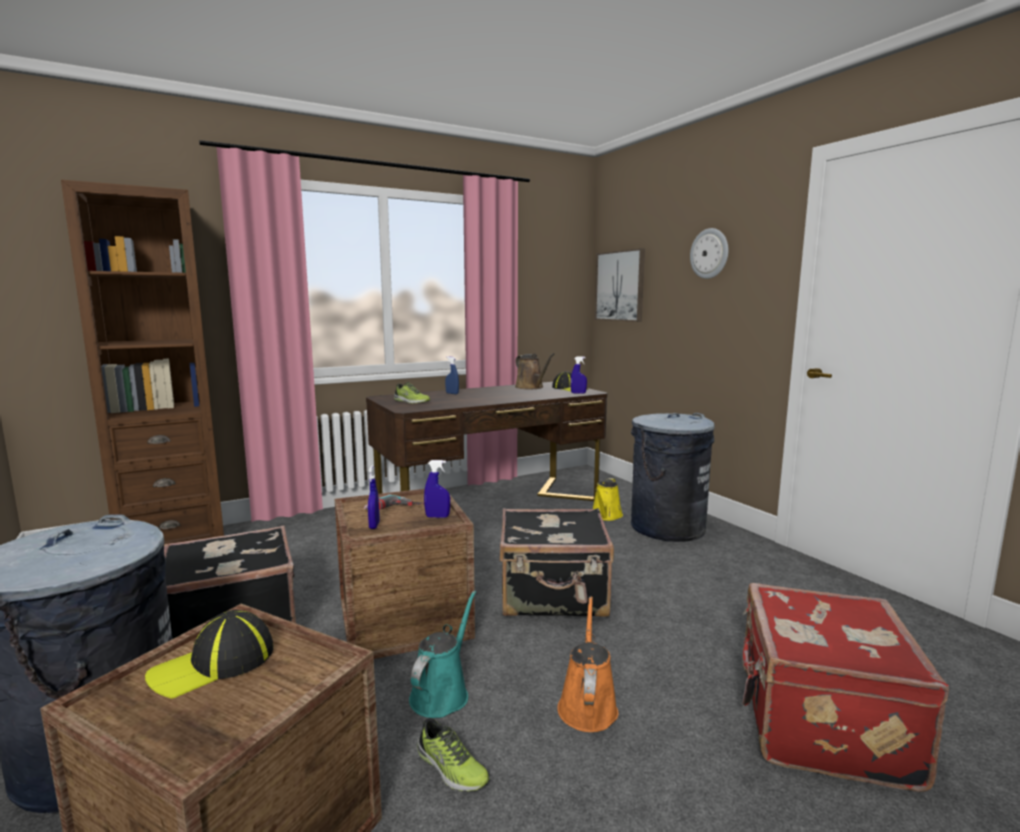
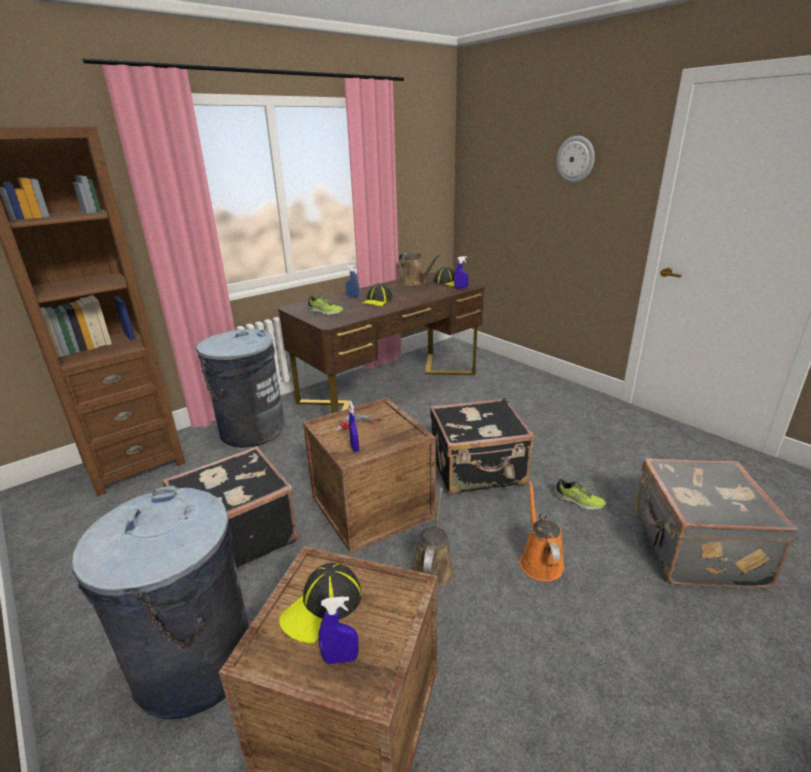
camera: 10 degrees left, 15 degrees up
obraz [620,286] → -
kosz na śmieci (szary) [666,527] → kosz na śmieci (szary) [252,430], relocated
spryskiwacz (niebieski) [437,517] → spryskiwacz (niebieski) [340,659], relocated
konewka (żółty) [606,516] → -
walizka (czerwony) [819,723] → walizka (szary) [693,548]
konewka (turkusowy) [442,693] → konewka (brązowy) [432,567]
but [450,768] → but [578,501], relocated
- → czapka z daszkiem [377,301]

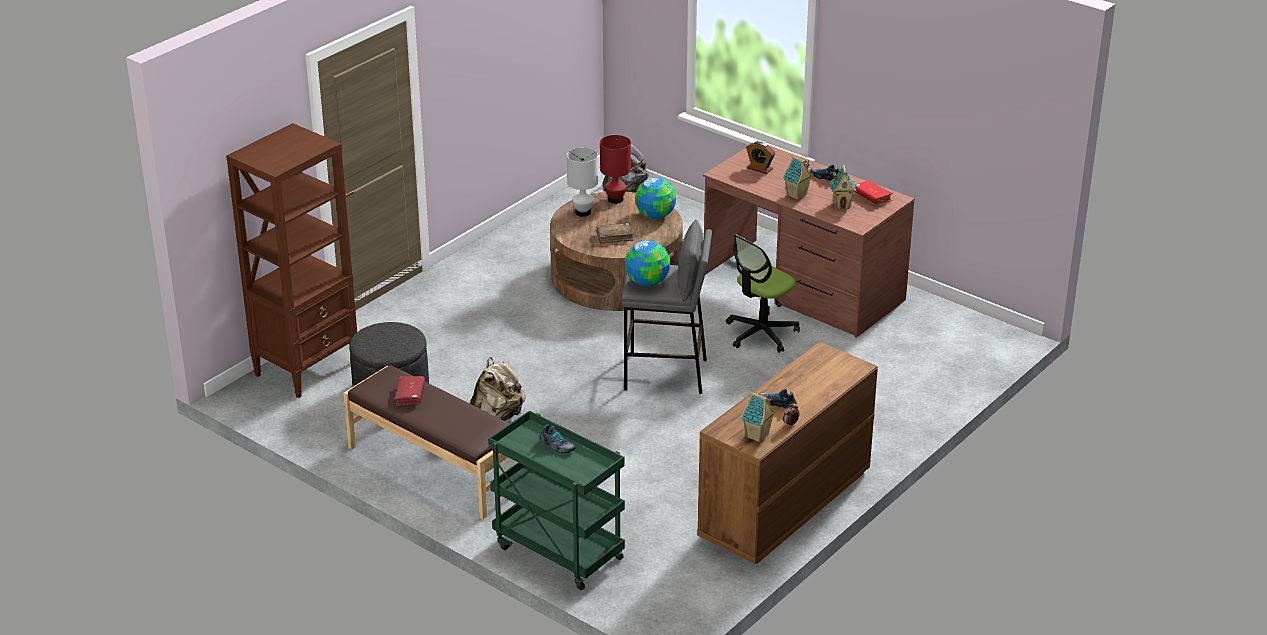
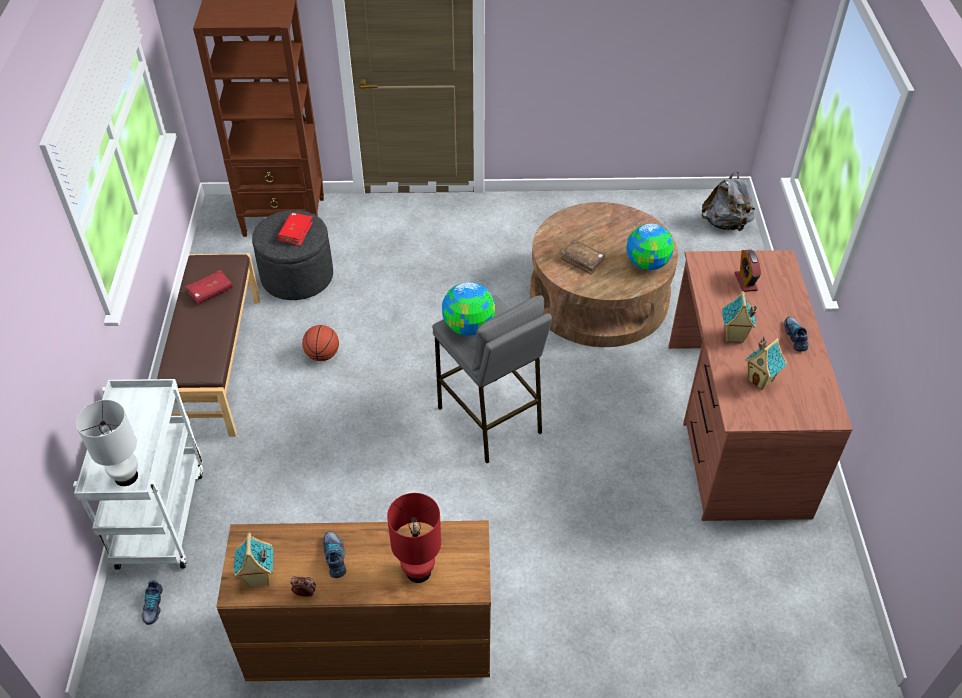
camera: 50 degrees right, 15 degrees up
lampa stołowa (czerwony) [615,200] → lampa stołowa (czerwony) [418,572], relocated
lampa stołowa (biały) [583,212] → lampa stołowa (biały) [127,476], relocated
książka (czerwony) [872,197] → książka (czerwony) [296,232], relocated
krzesło biurowe [761,333] → -
plecak (beżowy) [497,416] → piłka do koszykówki [322,355]
wózek (zielony) [557,552] → wózek (biały) [160,516]
but [557,446] → but [152,606], relocated

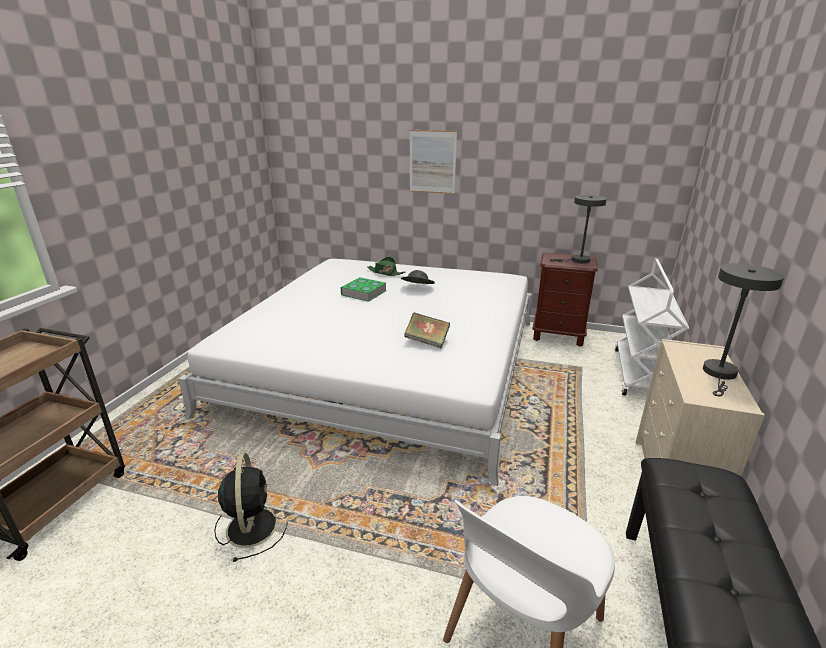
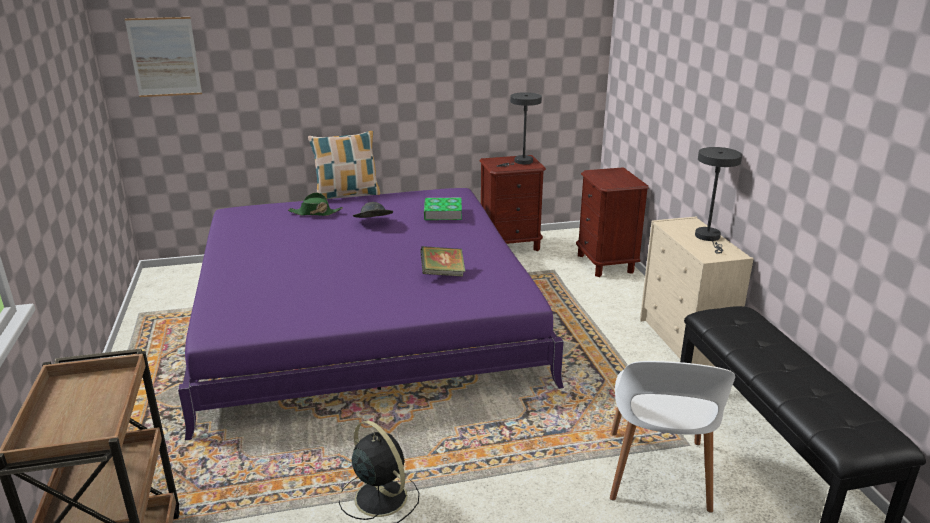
camera: 30 degrees left, 0 degrees up
obraz [432,162] → obraz [164,57], relocated
łóżko (biały) [386,363] → łóżko (fioletowy) [363,317]
wózek (biały) [640,374] → szafka nocna (brązowy) [605,263]
książka [364,293] → książka [443,213], relocated
- → poduszka [347,195]

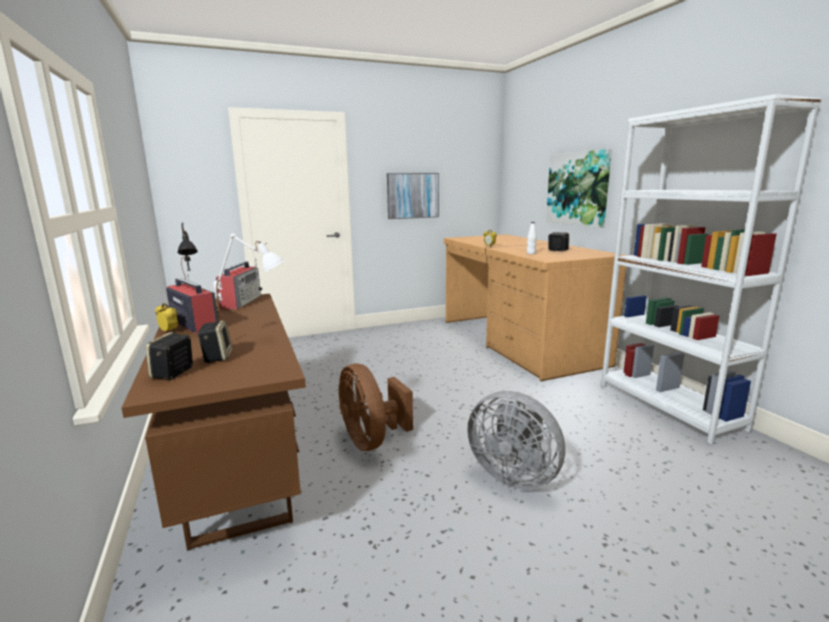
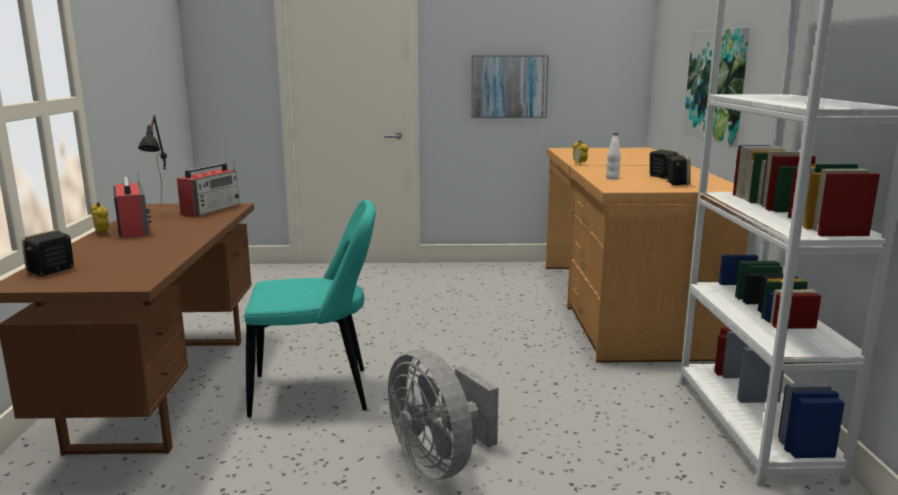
camera: 20 degrees right, 0 degrees up
lampa stołowa (biały) [256,338] → -
głośnik [217,357] → głośnik [676,183], relocated
wentylator (brązowy) [371,440] → krzesło (turkusowy) [317,392]

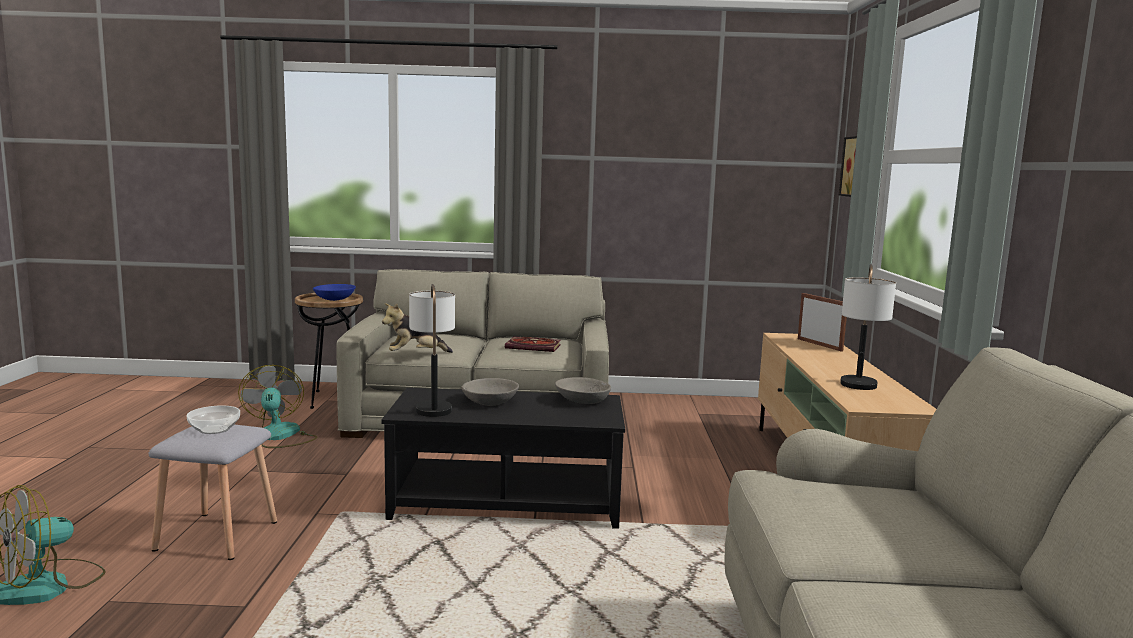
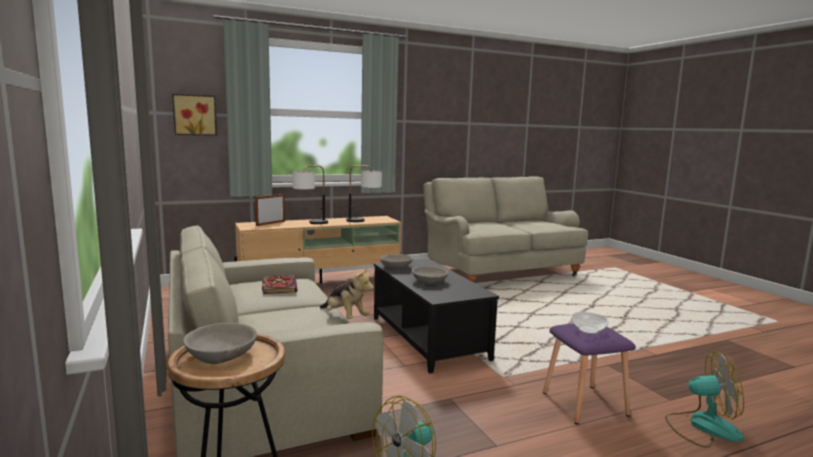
camera: 115 degrees left, 0 degrees up
miska (niebieski) [334,299] → miska (szary) [221,355]
lampa stołowa [433,404] → lampa stołowa [310,223], relocated
stołek (szary) [217,534] → stołek (fioletowy) [584,404]

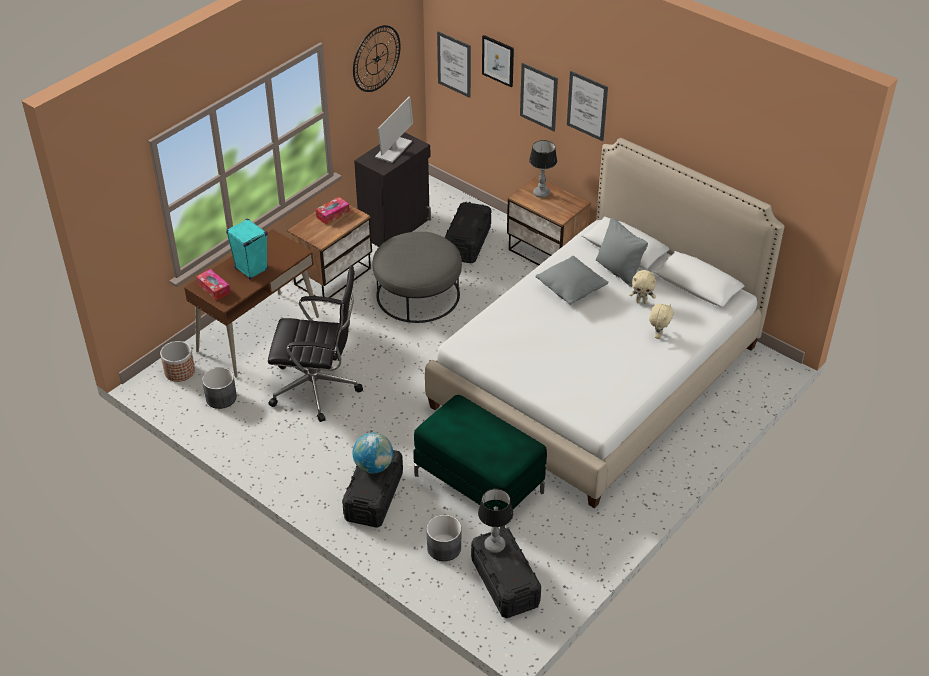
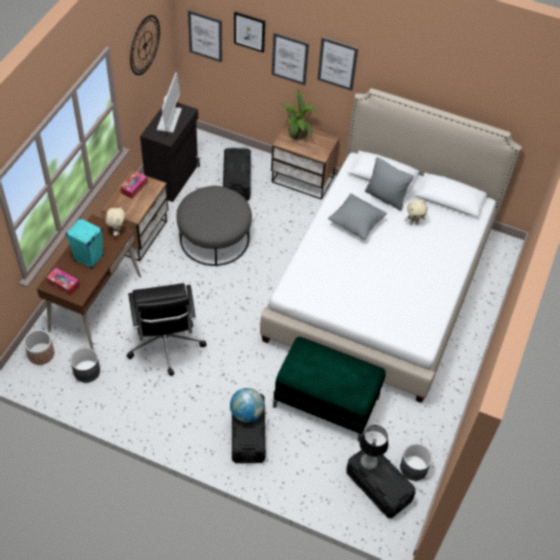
camera: 20 degrees left, 10 degrees up
lampa stołowa [541,193] → roślina doniczkowa [297,136]
krzesło biurowe (czarny) [318,388] → krzesło biurowe (czarny) [165,344], 90 degrees clockwise
pluszak (beżowy) [658,335] → pluszak (beżowy) [117,231], relocated
donica (szary) [443,548] → donica (szary) [413,468], relocated

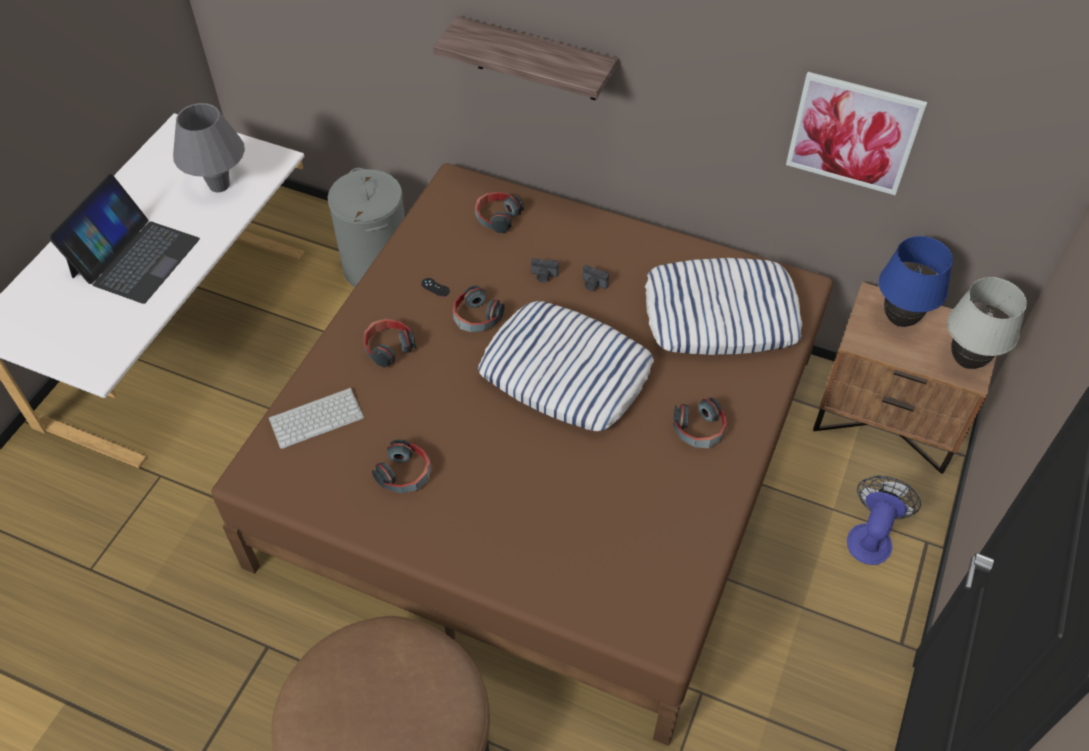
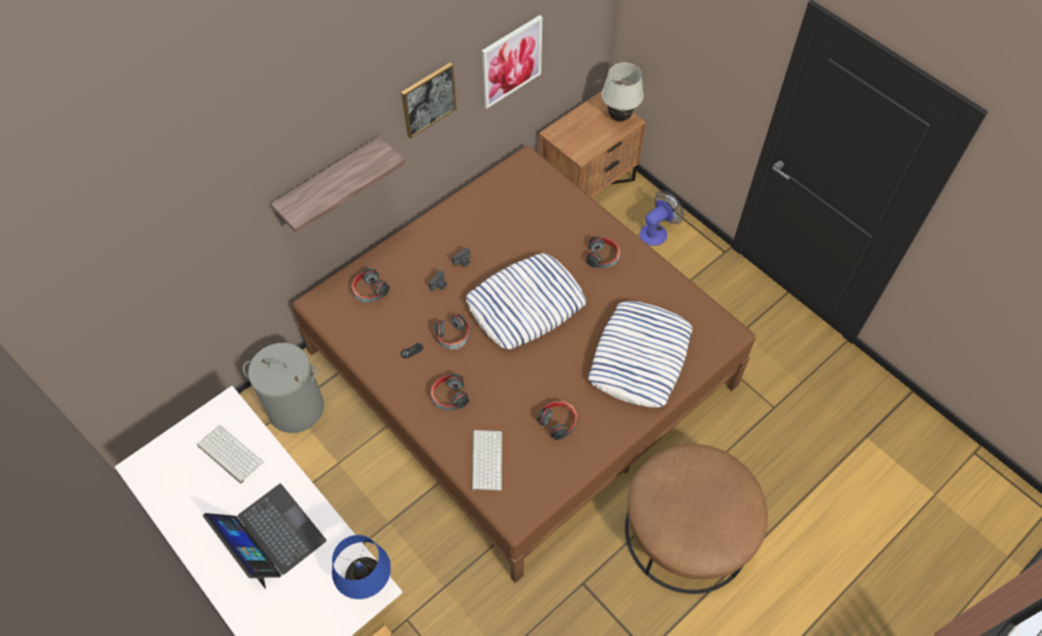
camera: 65 degrees left, 5 degrees up
lampa stołowa (szary) [219,185] → klawiatura [228,454]
lampa stołowa (niebieski) [899,320] → lampa stołowa (niebieski) [367,583], relocated
poduszka [721,314] → poduszka [639,357], relocated
wentylator [871,536] → wentylator [657,231], 90 degrees clockwise
- → obraz [428,99]

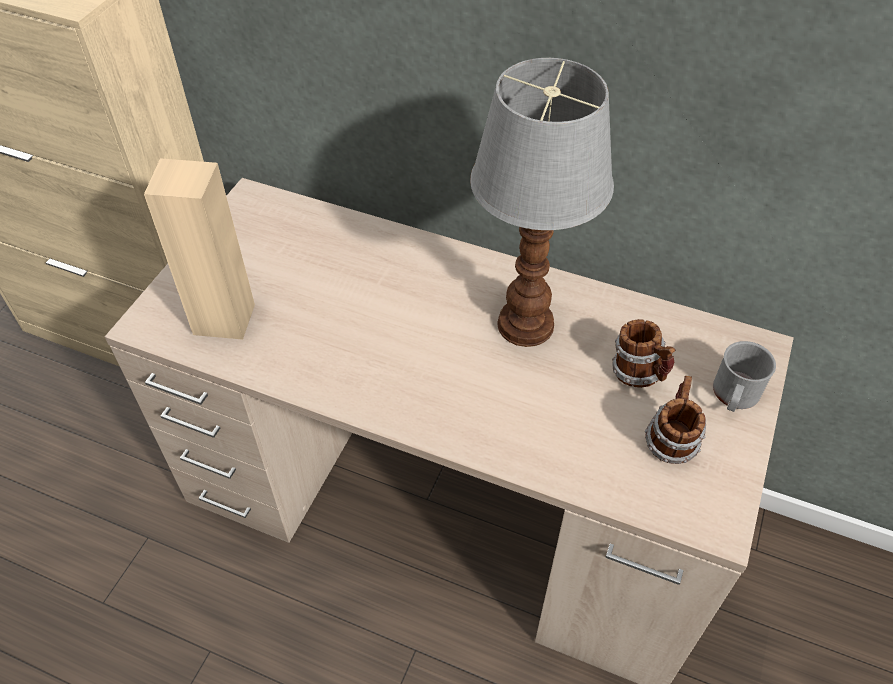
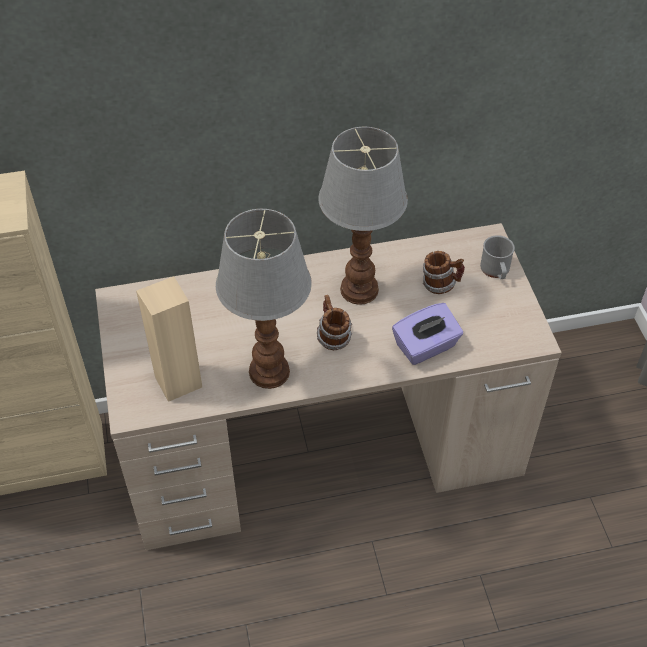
camera: 35 degrees left, 0 degrees up
kubek [670,441] → kubek [332,337], relocated
- → lampa stołowa [270,371]
- → pudełko chusteczek (fioletowy) [426,347]

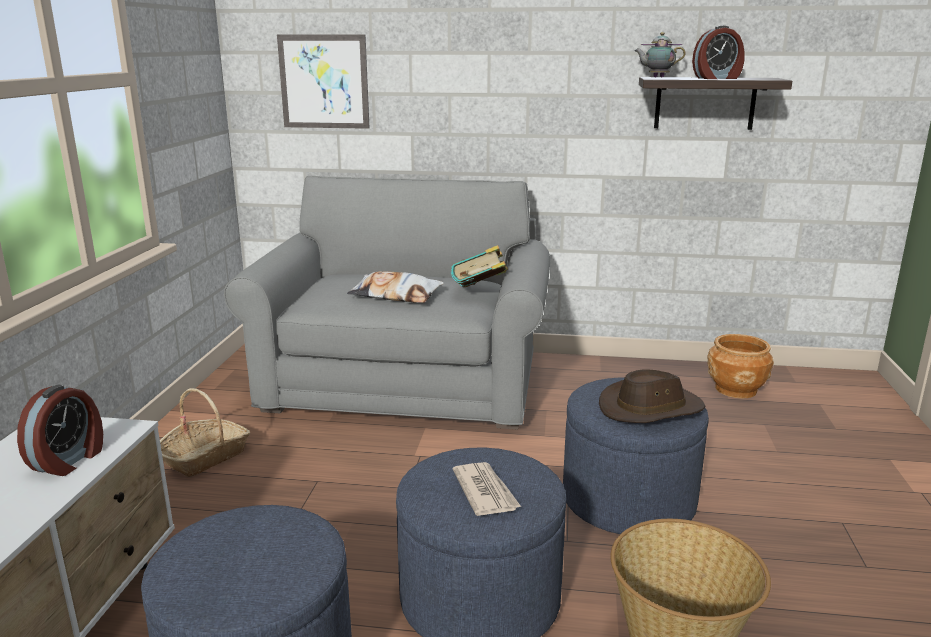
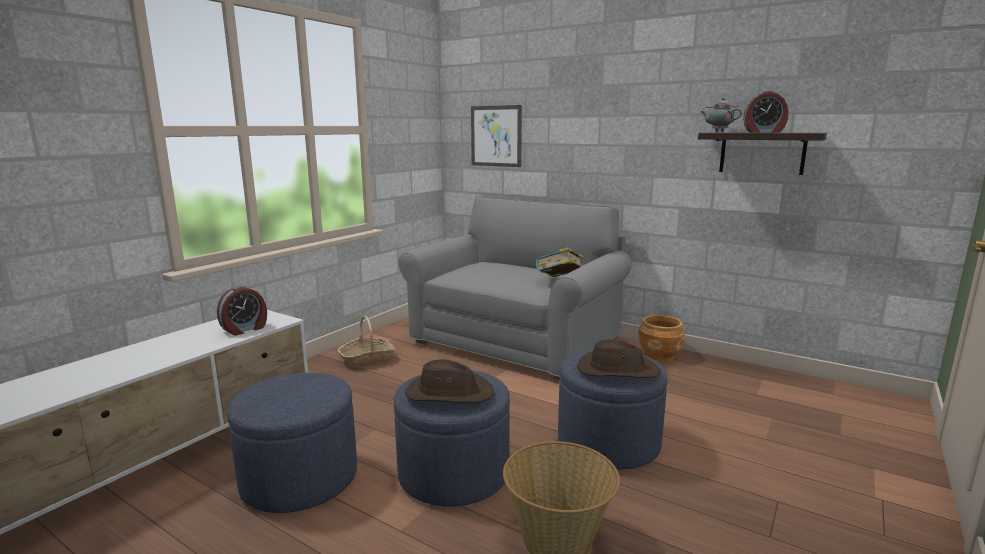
camera: 25 degrees right, 5 degrees down
poduszka [395,295] → -
donica (brązowy) [736,389] → donica (brązowy) [659,355], relocated
gazeta [485,491] → kapelusz (brązowy) [449,393]

